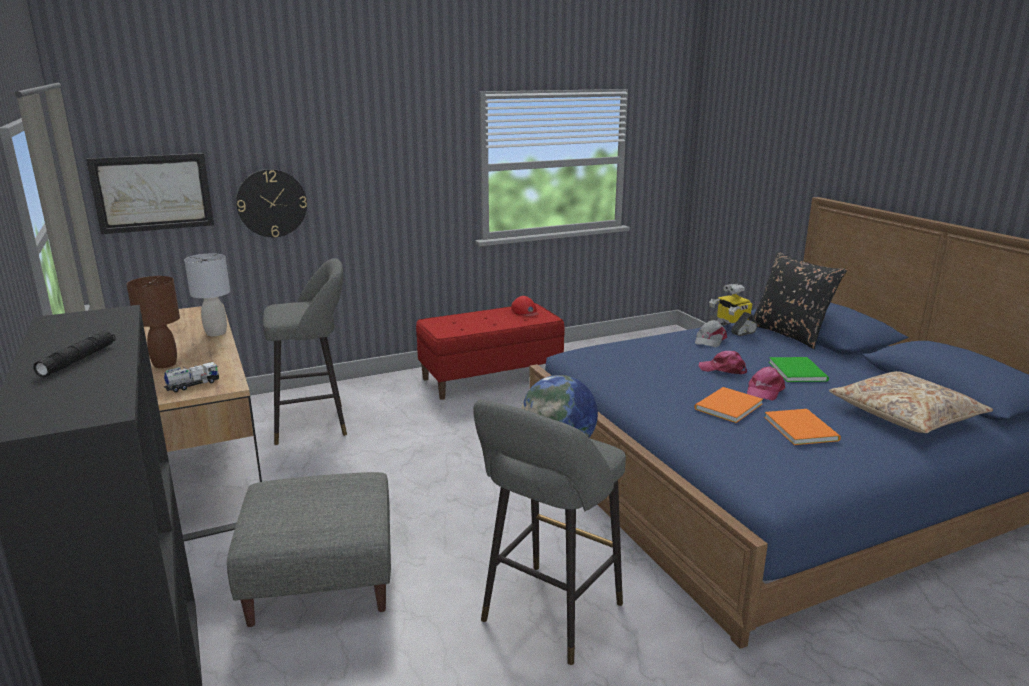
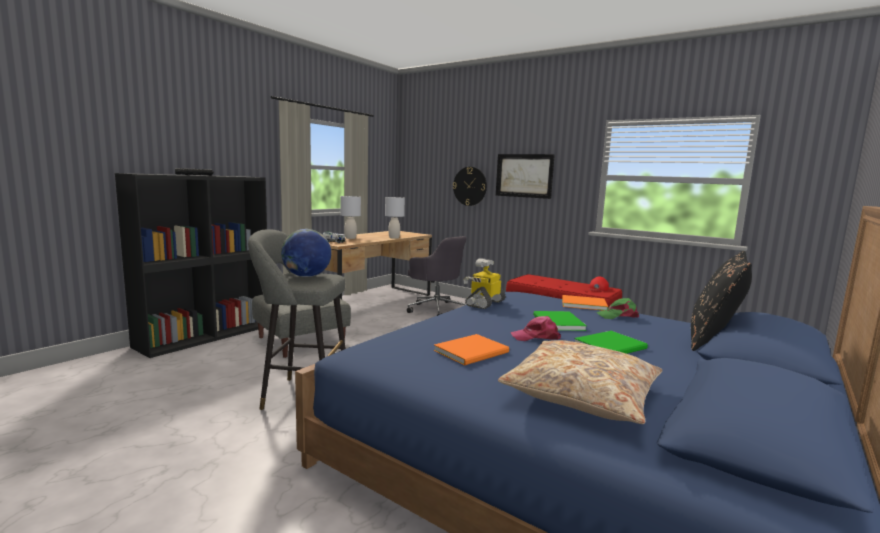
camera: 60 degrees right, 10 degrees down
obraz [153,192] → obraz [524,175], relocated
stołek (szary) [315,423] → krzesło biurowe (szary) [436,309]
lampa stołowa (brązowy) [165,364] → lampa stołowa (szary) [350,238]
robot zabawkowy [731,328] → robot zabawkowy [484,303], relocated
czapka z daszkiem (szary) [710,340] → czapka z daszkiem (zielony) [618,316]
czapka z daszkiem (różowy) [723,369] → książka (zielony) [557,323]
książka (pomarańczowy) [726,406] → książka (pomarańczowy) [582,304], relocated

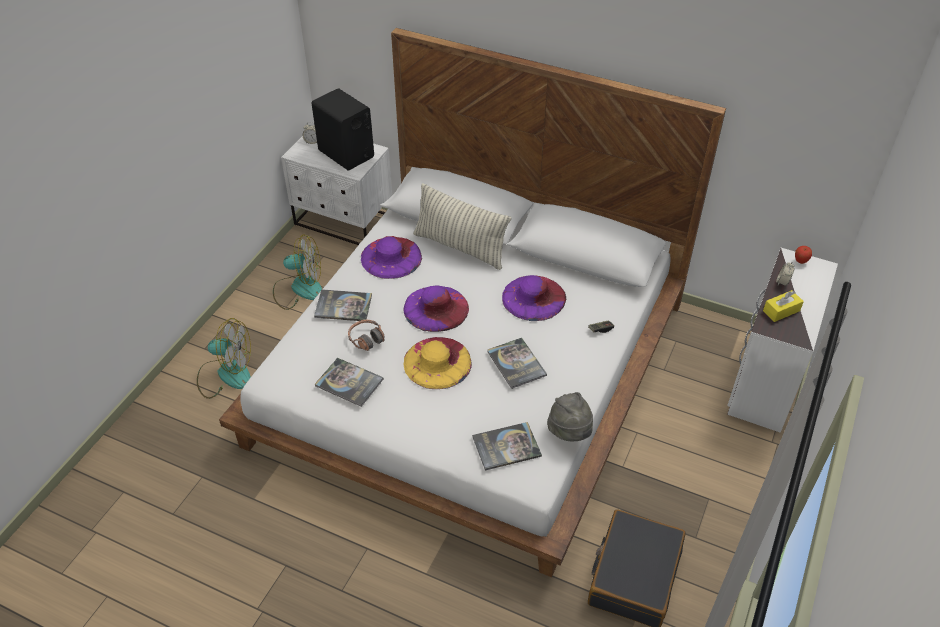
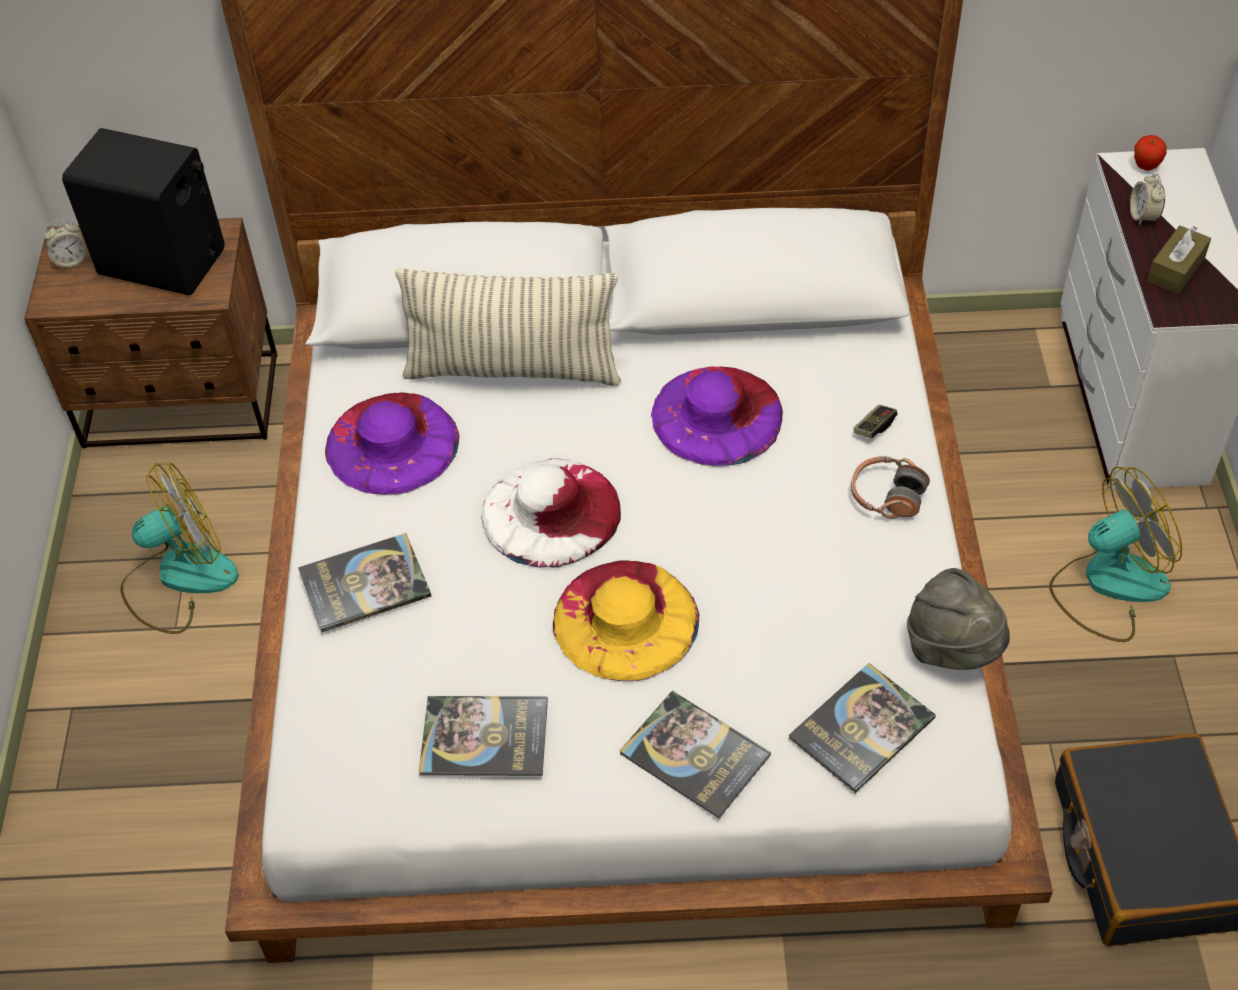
camera: 25 degrees left, 5 degrees up
szafka nocna (biały) [343,221] → szafka nocna (brązowy) [182,402]
kapelusz (fioletowy) [436,308] → kapelusz (biały) [550,512]
pudełko chusteczek (żółty) [781,311] → pudełko chusteczek (brązowy) [1175,270]
wentylator [226,374] → wentylator [1108,585], relocated
słuchawki [366,339] → słuchawki [887,496], relocated
książka [516,363] → książka [695,755], relocated

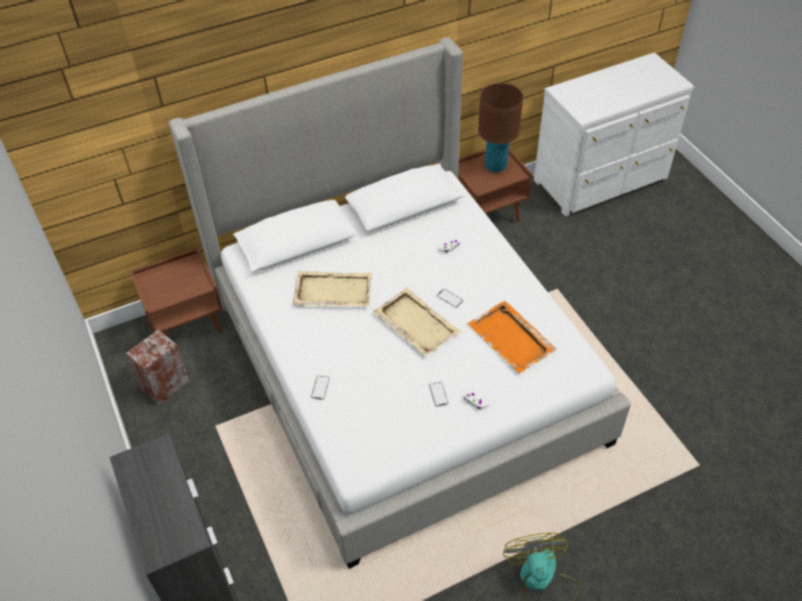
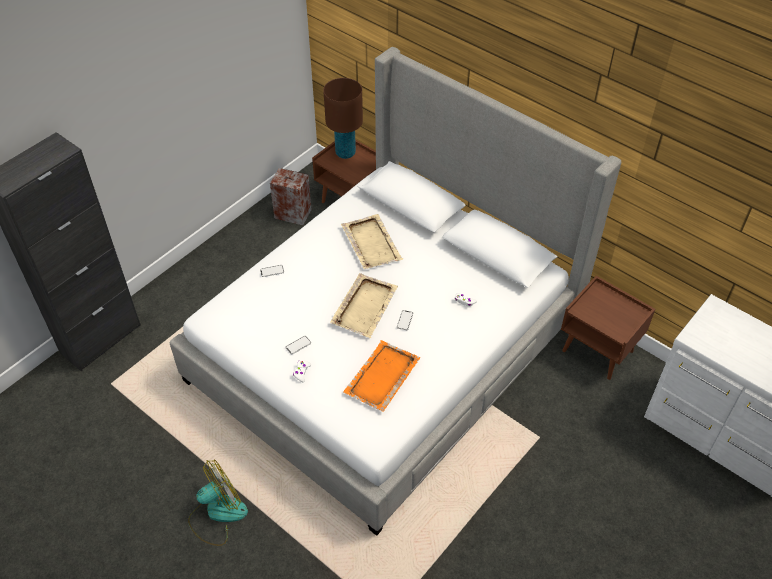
camera: 65 degrees right, 0 degrees up
lampa stołowa (brązowy) [496,166] → lampa stołowa (brązowy) [345,153], relocated

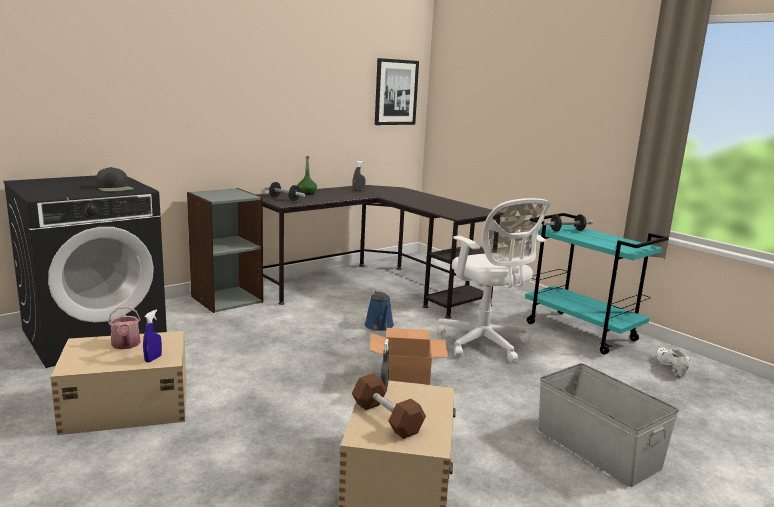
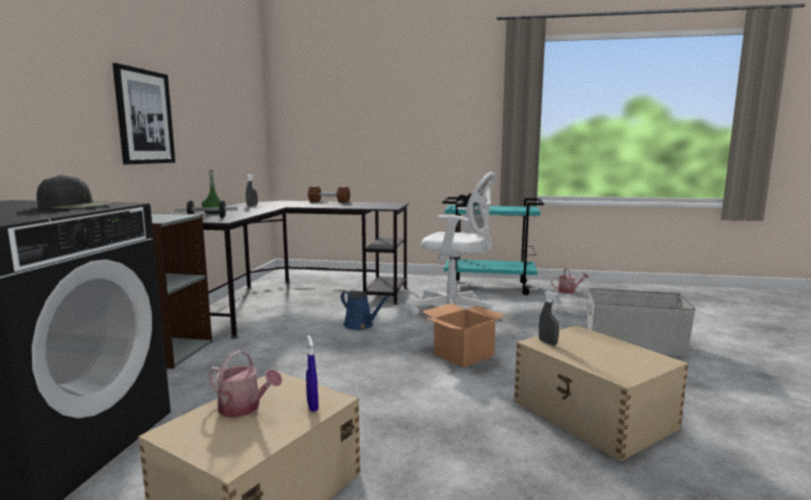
camera: 40 degrees left, 5 degrees down
obraz [396,92] → obraz [144,117], relocated
but (biały) [671,368] → konewka [568,291]
hantel (brązowy) [386,418] → hantel (brązowy) [329,202], relocated

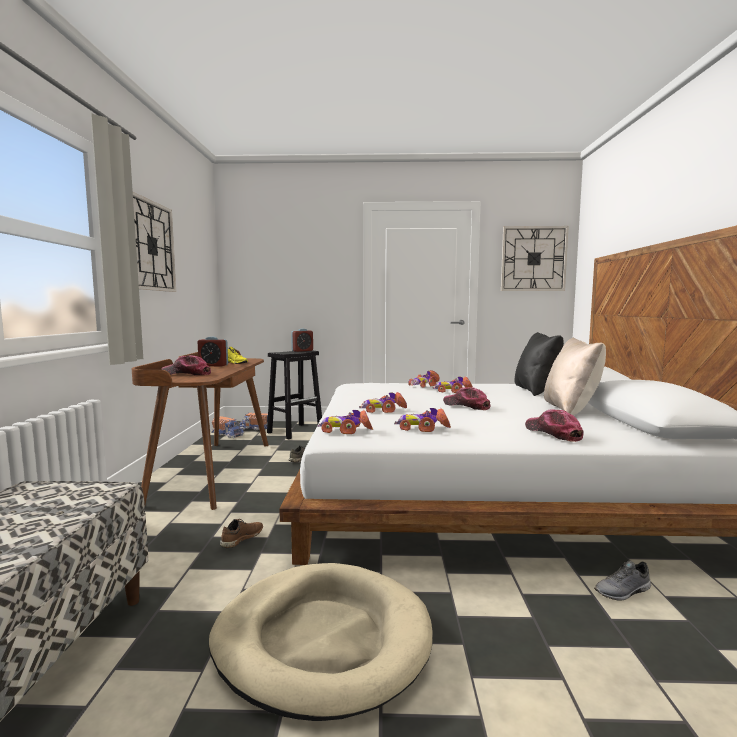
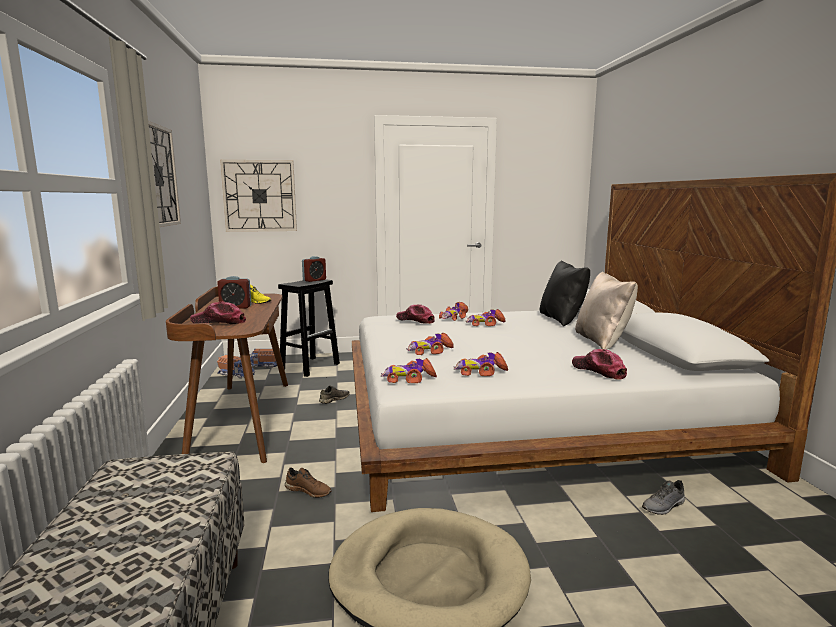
camera: 10 degrees left, 5 degrees up
zegar ścienny [533,259] → zegar ścienny [259,196], relocated
czapka z daszkiem [466,405] → czapka z daszkiem [415,320], relocated
but (brązowy) [241,538] → but (brązowy) [309,491], 90 degrees clockwise

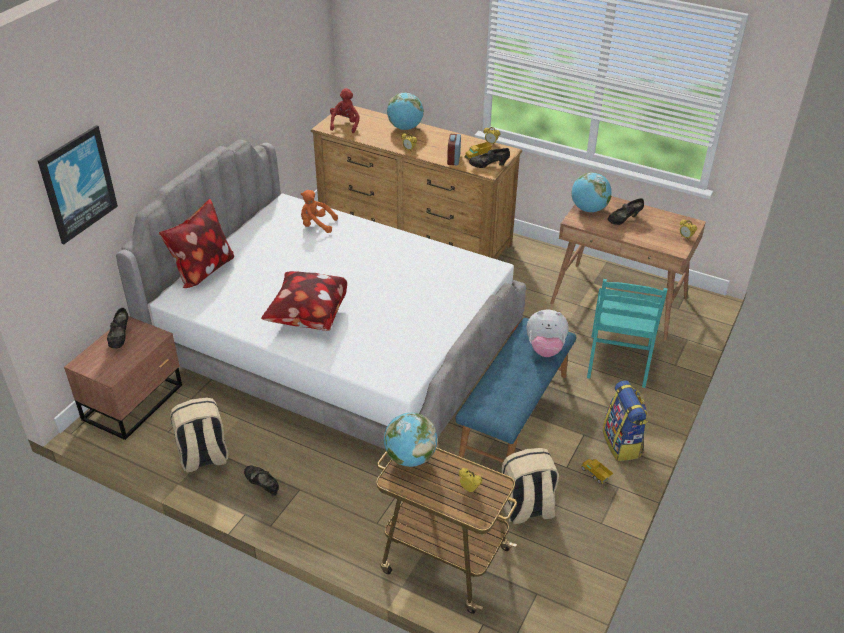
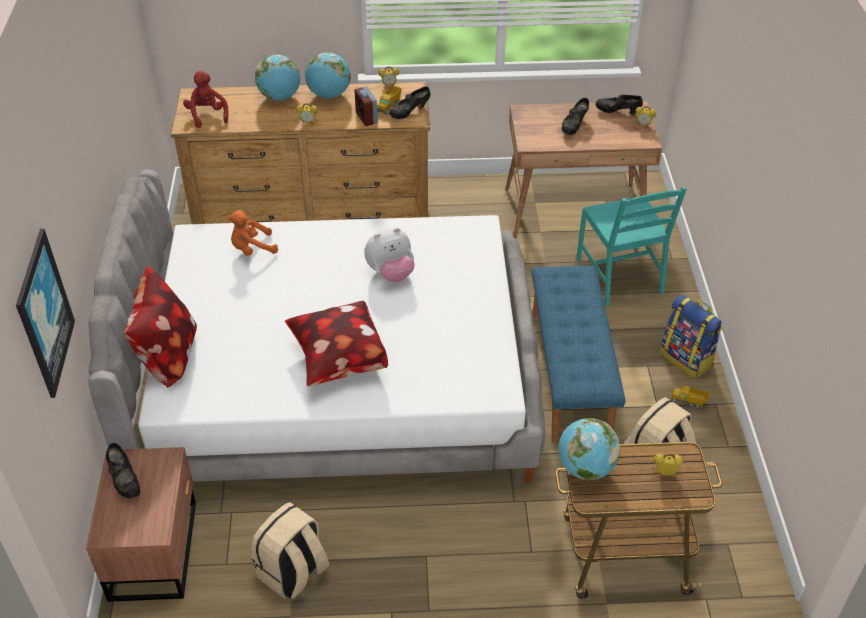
camera: 30 degrees left, 5 degrees up
globus [589,209] → globus [329,95], relocated
pluszak [545,349] → pluszak [391,273], relocated
but (czarny) [262,486] → but (czarny) [617,112], relocated

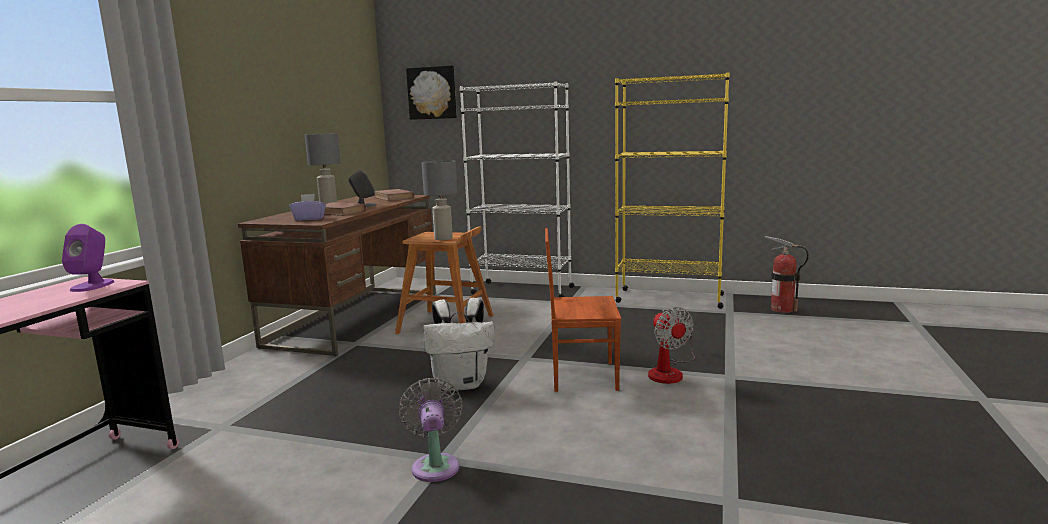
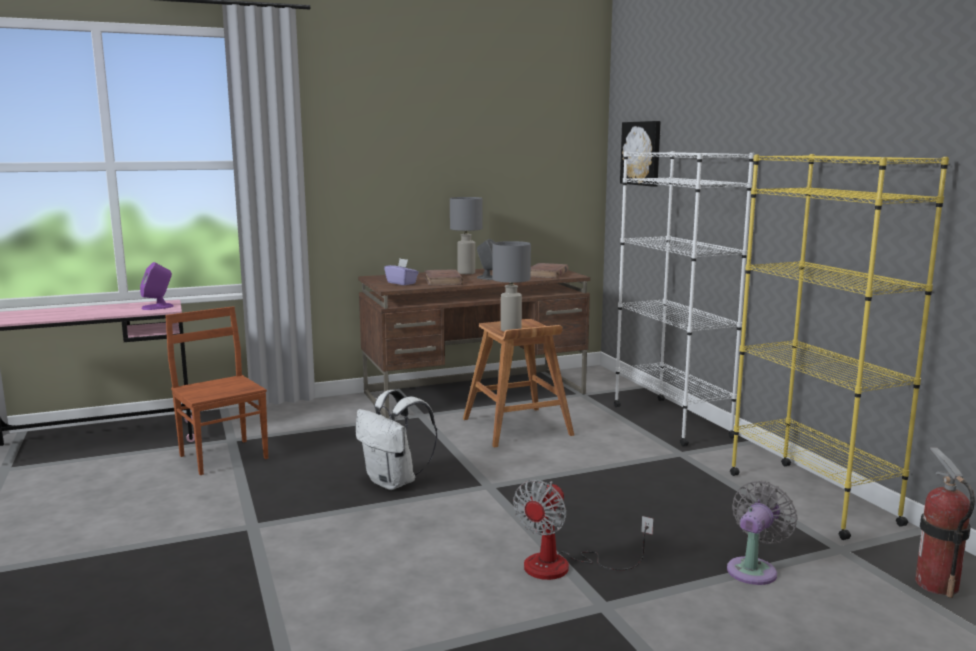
camera: 50 degrees right, 0 degrees up
krzesło (brązowy) [582,376] → krzesło (brązowy) [224,456], relocated
wentylator (szary) [435,465] → wentylator (szary) [754,569], relocated

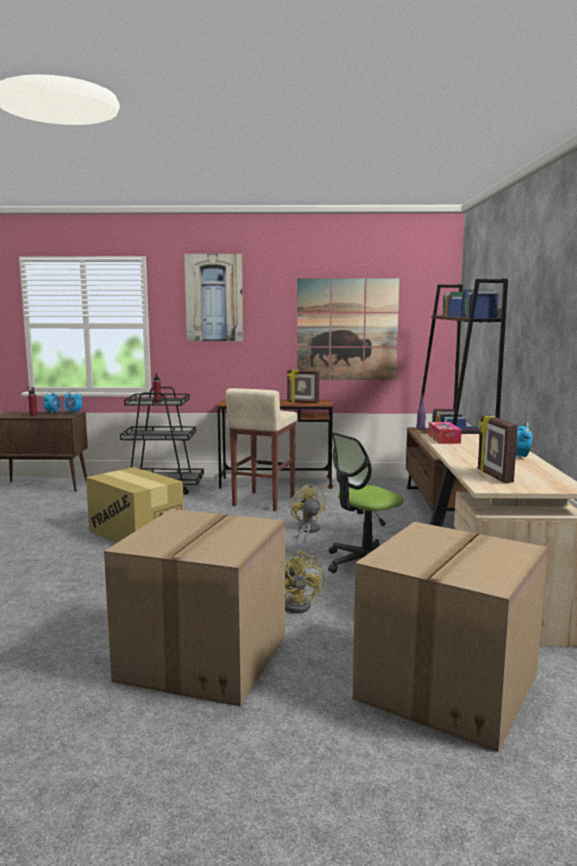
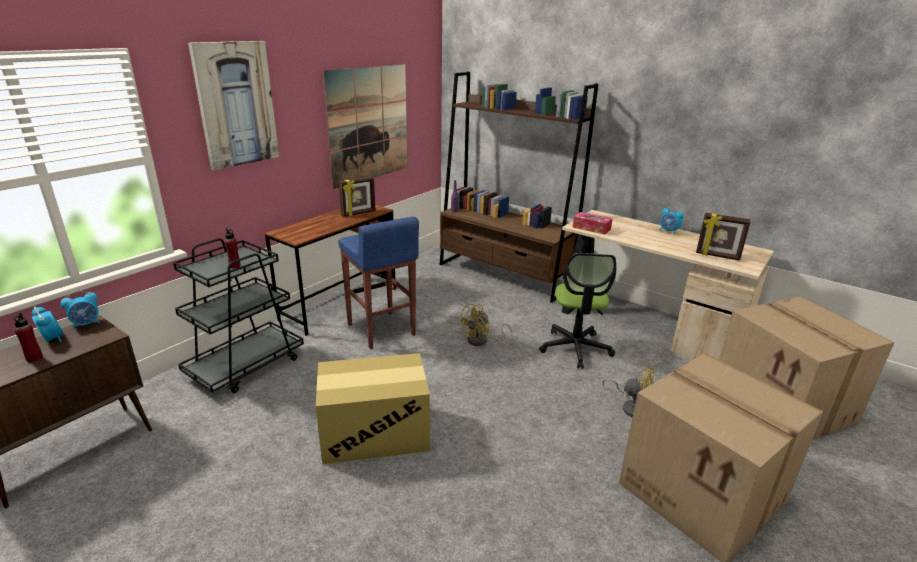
camera: 55 degrees left, 15 degrees up
stołek (beżowy) [262,501] → stołek (niebieski) [381,330]
wentylator (żółty) [307,531] → wentylator (żółty) [482,341], 60 degrees counterclockwise

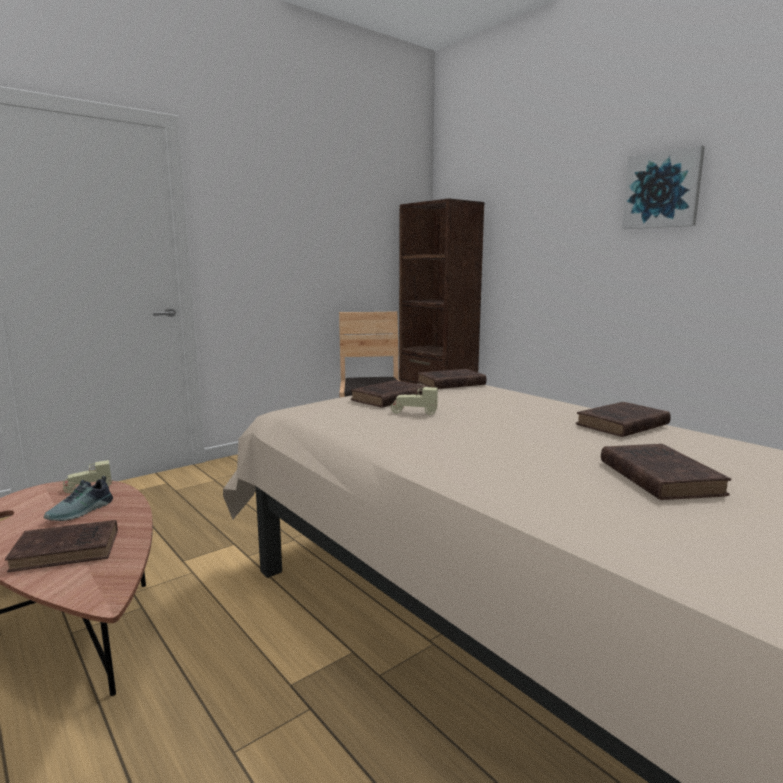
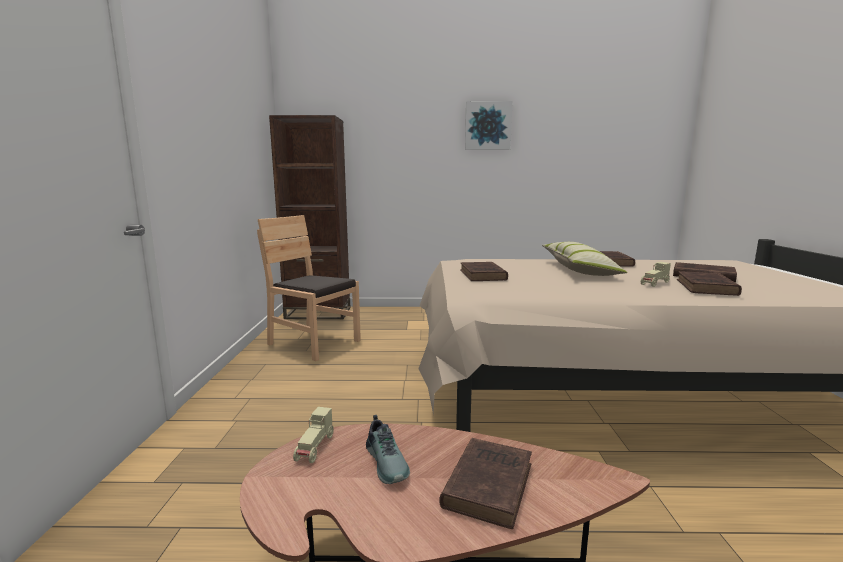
camera: 50 degrees left, 0 degrees up
książka (brązowy) [449,383] → książka (brązowy) [706,288], relocated
samochodzik (beżowy) [413,412] → samochodzik (beżowy) [655,283], relocated
- → poduszka [579,270]

